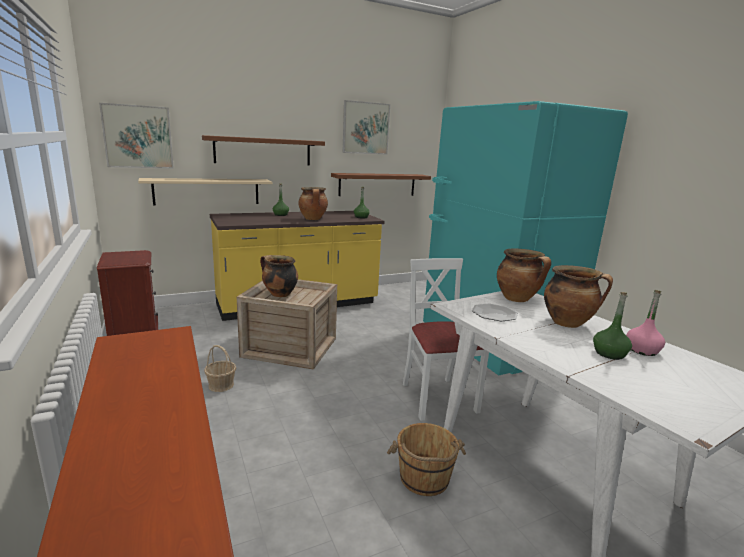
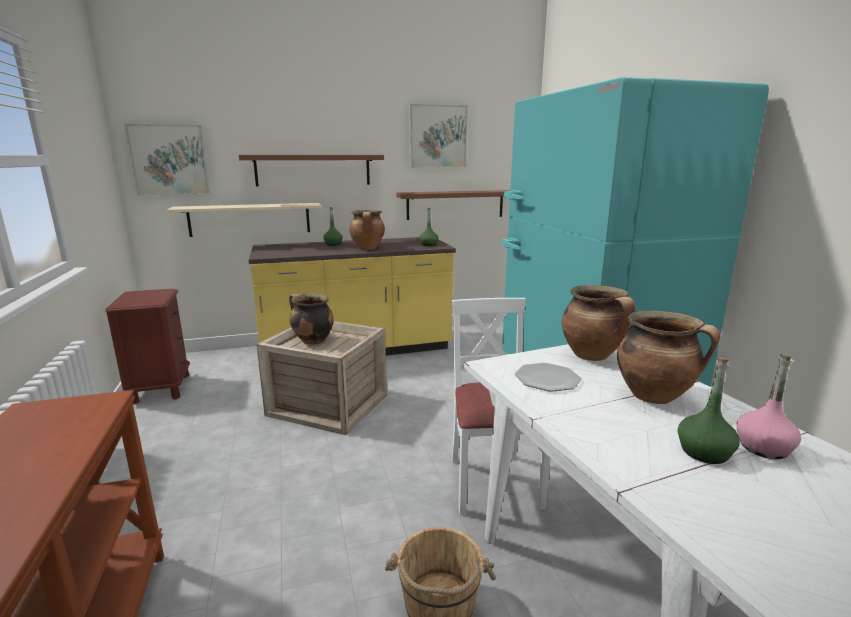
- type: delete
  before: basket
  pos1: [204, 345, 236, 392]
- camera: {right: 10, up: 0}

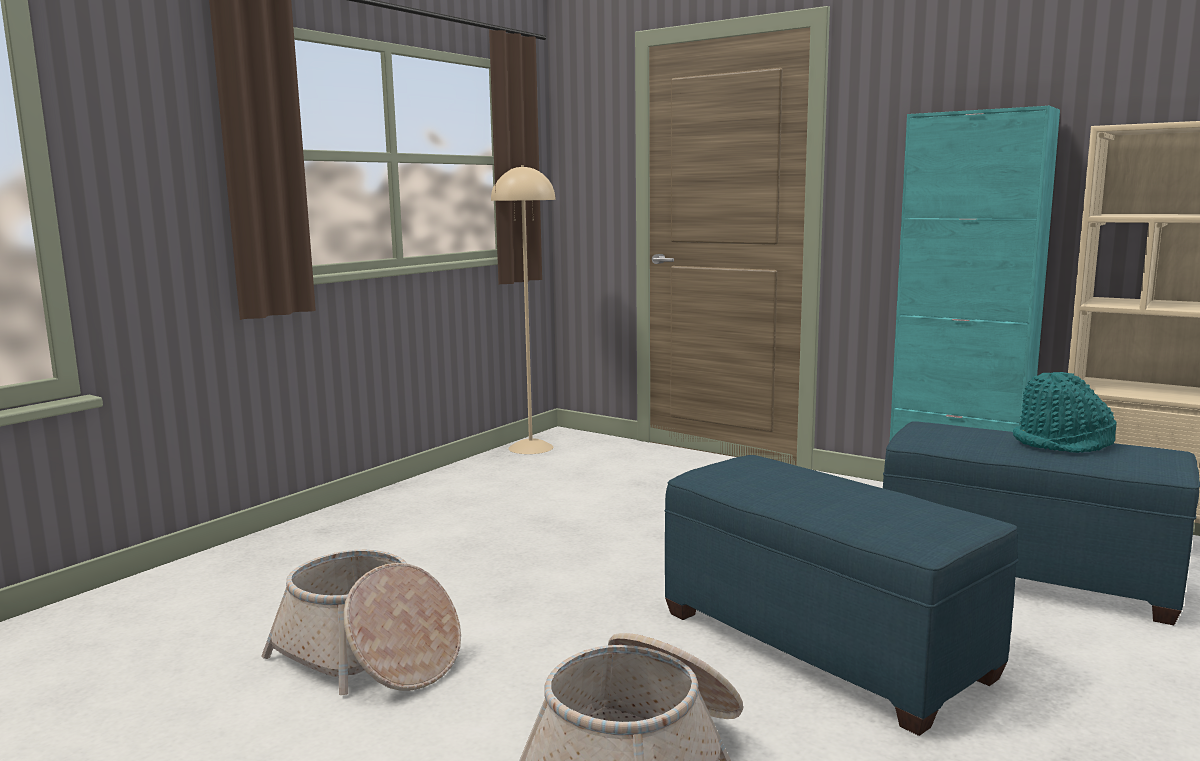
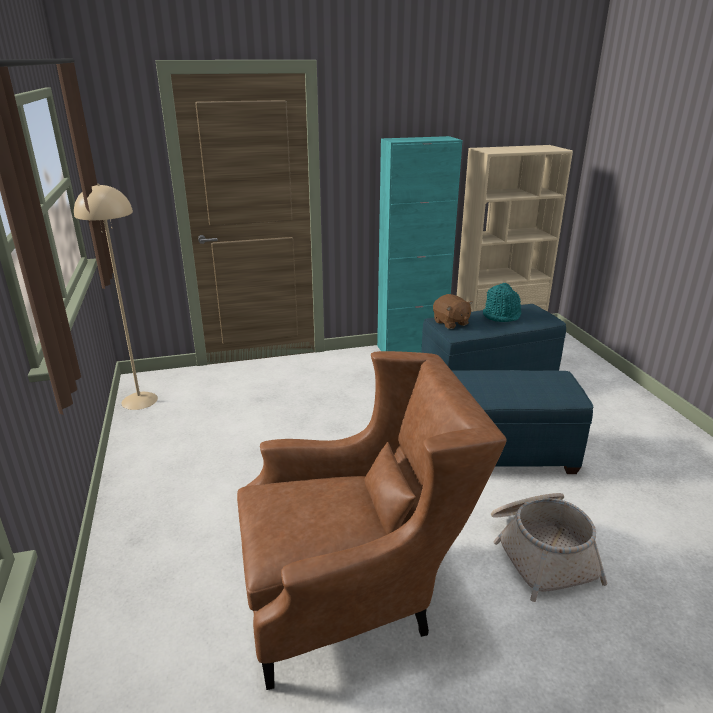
- type: insert
  after: brown plush toy
  pos2: [433, 294, 473, 329]
- type: replace
  before: basket
  after: brown armchair
  pos1: [261, 550, 461, 695]
  pos2: [237, 351, 507, 690]
- camera: {right: -50, up: 15}

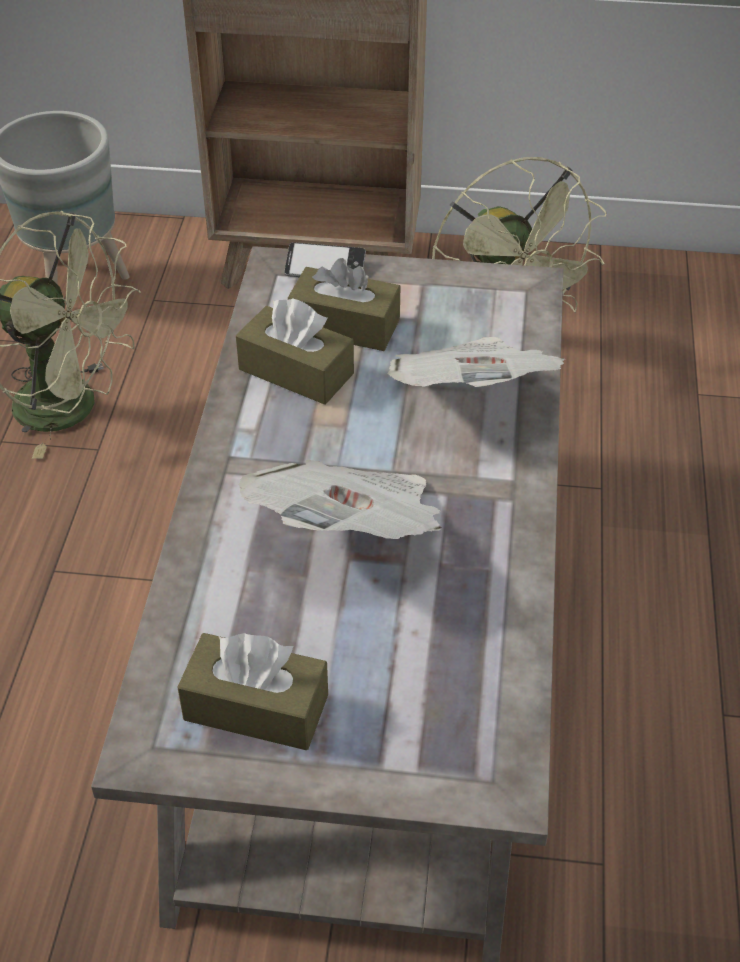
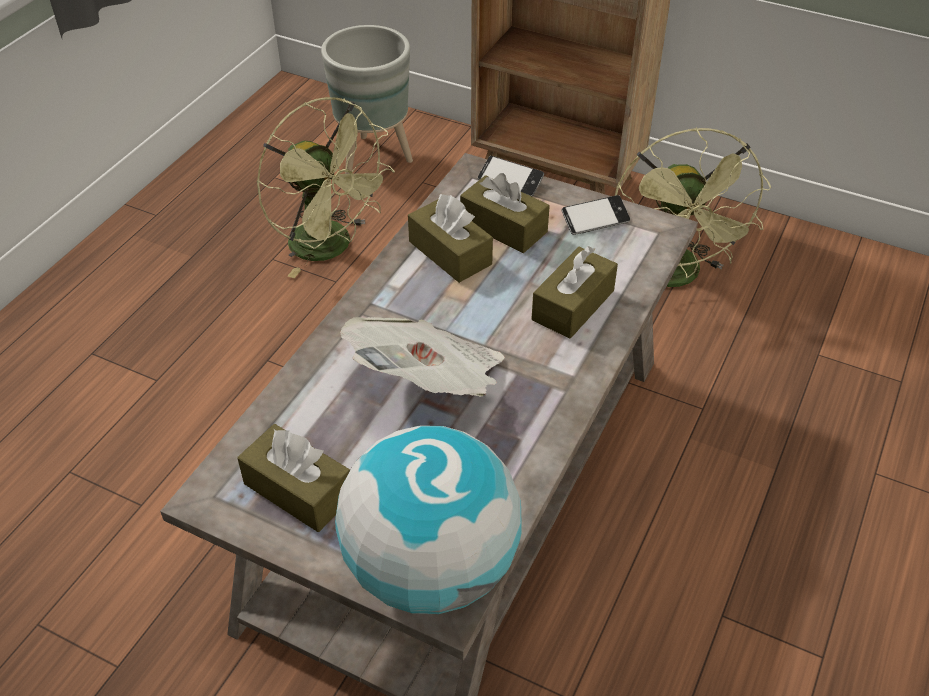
- type: insert
  after: globe
  pos2: [335, 426, 522, 614]
- type: insert
  after: phone
  pos2: [561, 195, 630, 235]
- type: replace
  before: newspaper
  after: brown tissue box
  pos1: [388, 337, 565, 387]
  pos2: [531, 246, 618, 339]
- camera: {right: 20, up: 0}

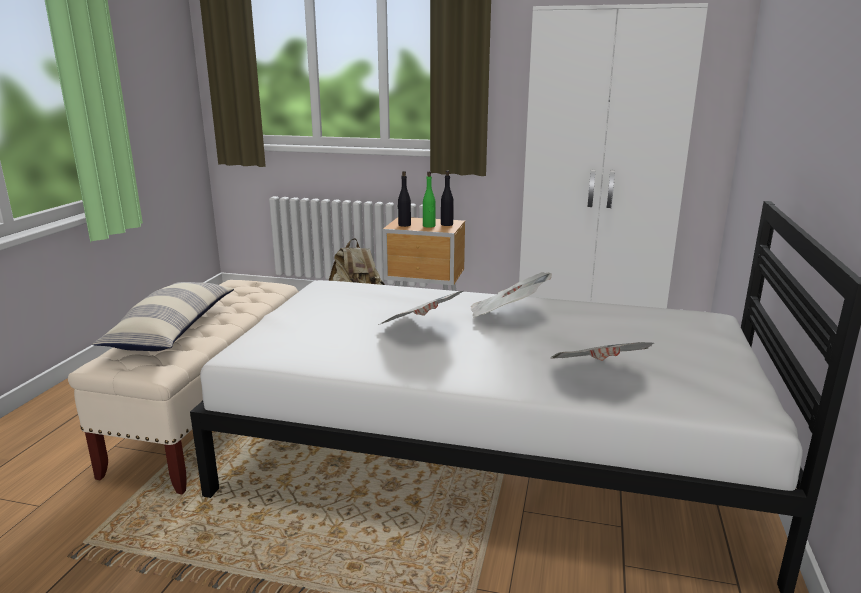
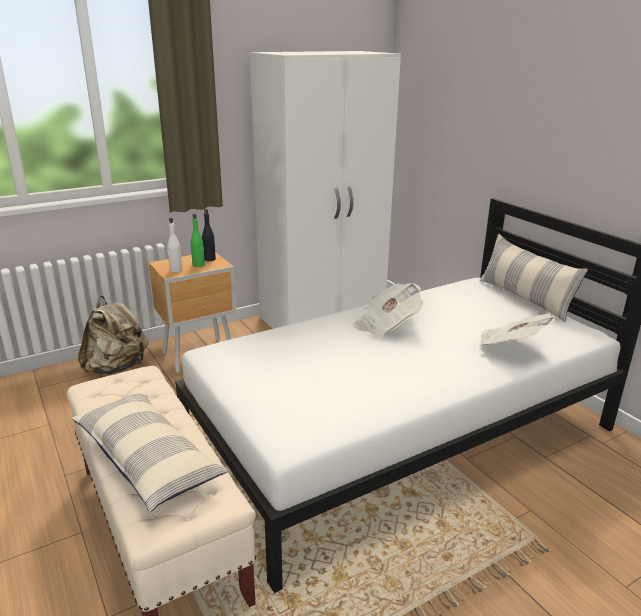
- type: delete
  before: newspaper
  pos1: [378, 291, 464, 325]
- type: insert
  after: pillow
  pos2: [479, 234, 588, 322]
- type: recolor
  before: black bottle
  after: white bottle
  pos1: [398, 171, 411, 227]
  pos2: [167, 218, 182, 272]
- camera: {right: -45, up: 5}

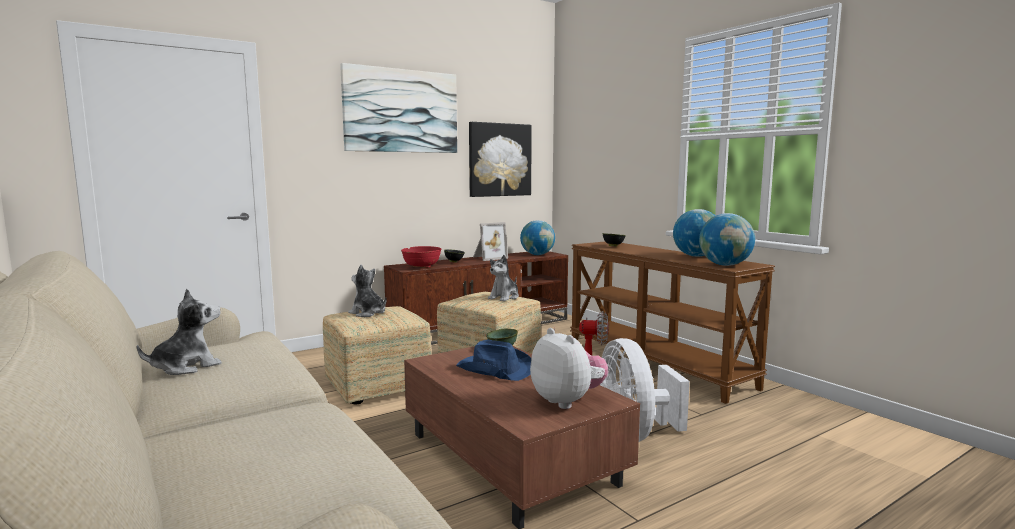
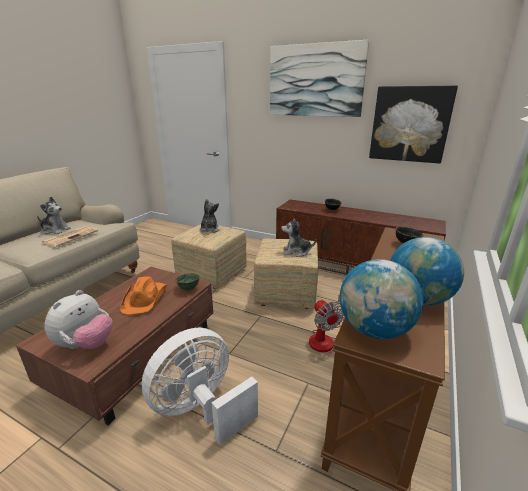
- type: delete
  before: red bowl
  pos1: [401, 246, 442, 268]
- type: delete
  before: picture frame
  pos1: [473, 222, 508, 261]
- type: delete
  before: globe
  pos1: [520, 220, 555, 255]
- type: insert
  after: newspaper
  pos2: [42, 226, 98, 247]
- type: recolor
  before: blue hat
  after: orange hat
  pos1: [456, 340, 531, 381]
  pos2: [120, 277, 167, 314]
- camera: {right: 60, up: 15}

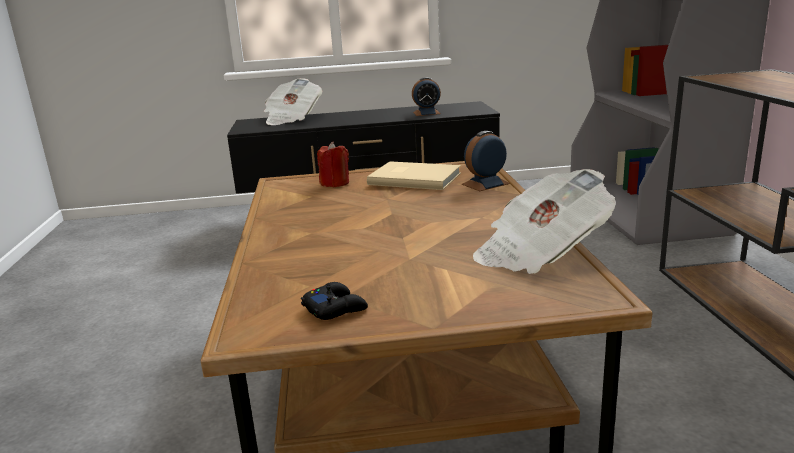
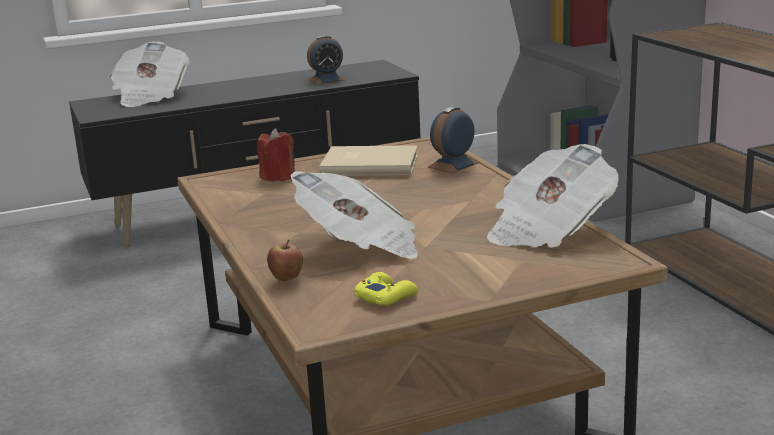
- type: insert
  after: apple
  pos2: [267, 239, 303, 282]
- type: insert
  after: newspaper
  pos2: [290, 171, 417, 259]
- type: recolor
  before: black game controller
  after: yellow game controller
  pos1: [301, 282, 368, 320]
  pos2: [354, 272, 418, 306]
- camera: {right: -15, up: 0}

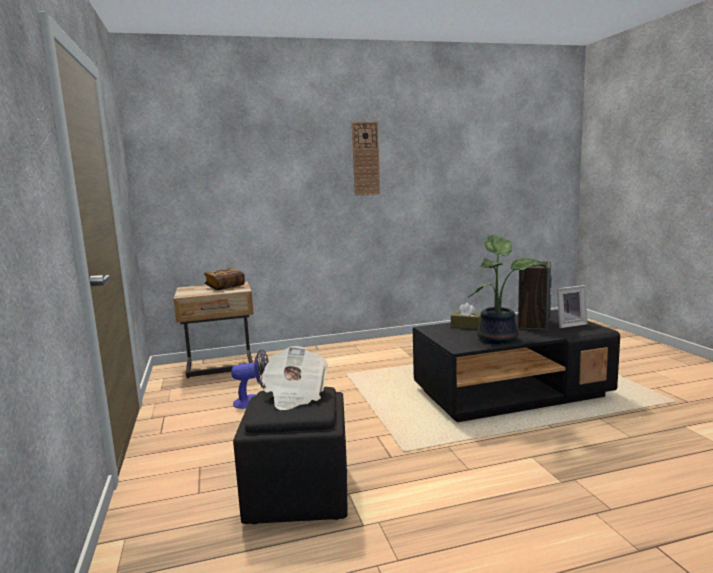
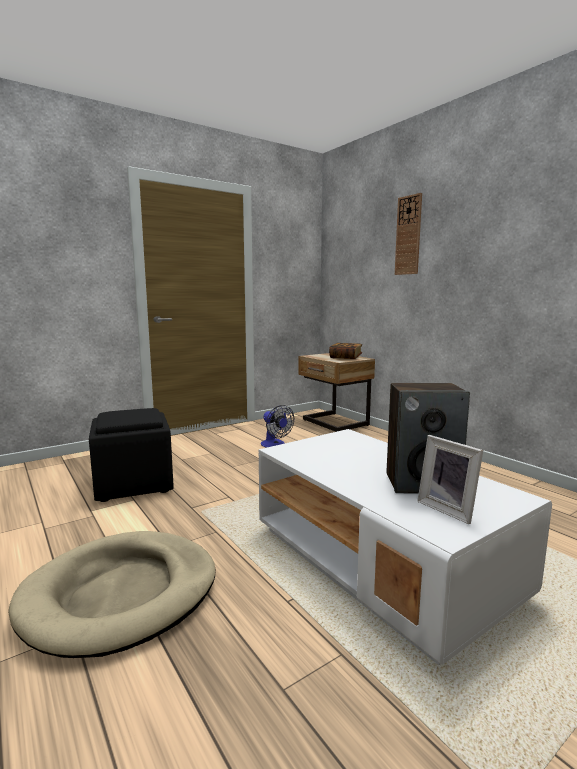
- type: delete
  before: newspaper
  pos1: [261, 346, 328, 410]
- type: delete
  before: brown tissue box
  pos1: [451, 303, 481, 329]
- type: delete
  before: potted plant
  pos1: [467, 235, 547, 344]
- type: insert
  after: beige dog bed
  pos2: [8, 531, 216, 658]
- type: move
  before: wall clock
  pos1: [352, 122, 380, 196]
  pos2: [395, 193, 422, 275]
- type: recolor
  before: black coffee table
  after: white coffee table
  pos1: [413, 310, 620, 422]
  pos2: [259, 429, 552, 665]
- camera: {right: 70, up: 0}

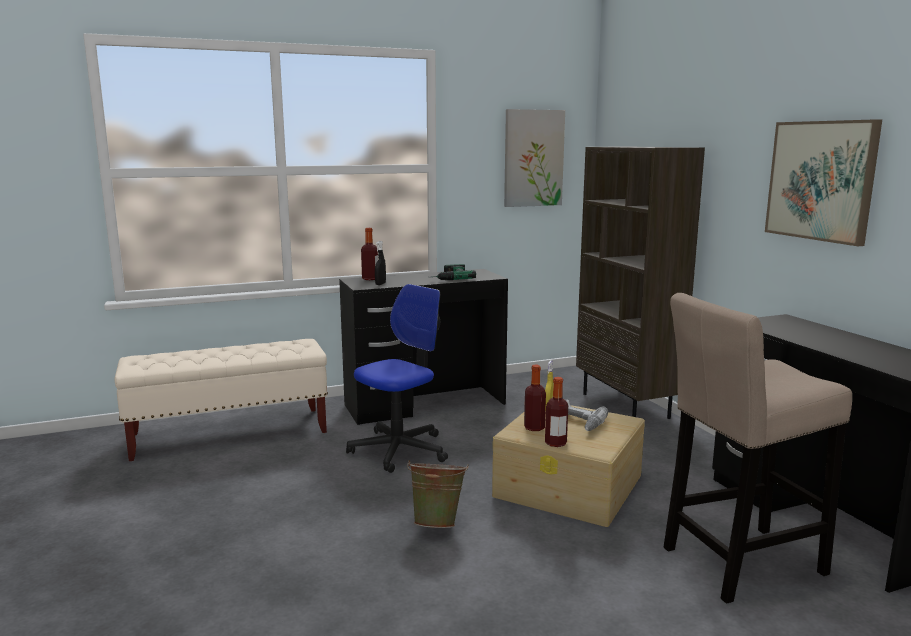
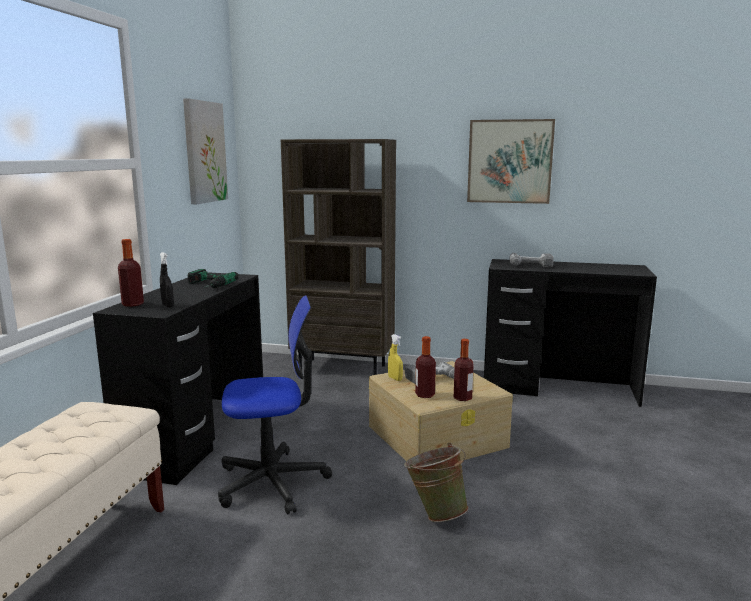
- type: delete
  before: beige stool
  pos1: [664, 293, 852, 604]
- type: insert
  after: power drill
  pos2: [510, 253, 554, 267]
- type: rotate
  before: office chair
  pos1: [346, 284, 448, 473]
  pos2: [218, 295, 332, 515]
  turn: 90
- camera: {right: -55, up: 0}

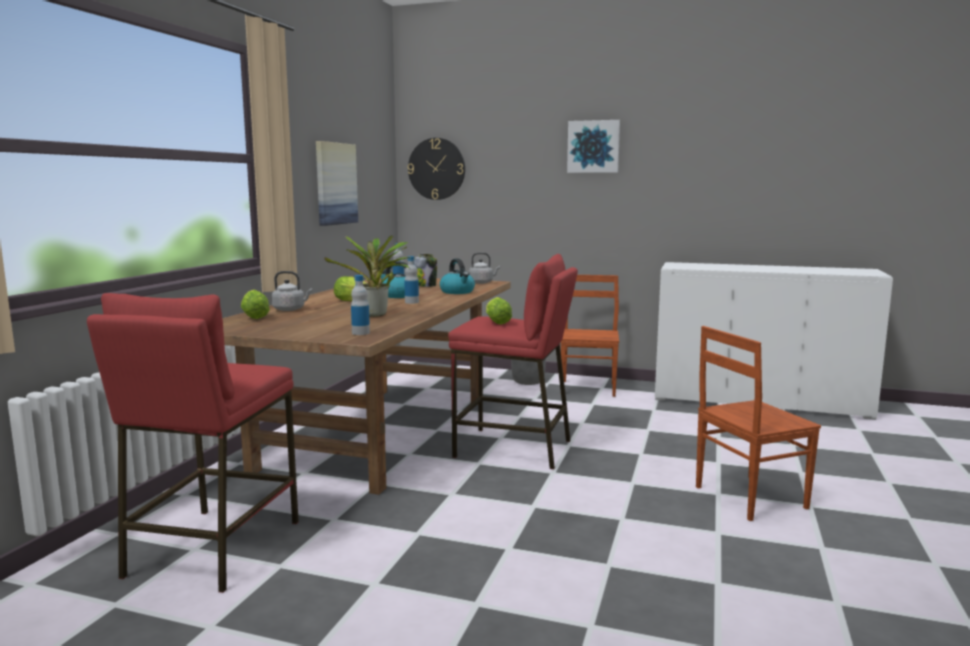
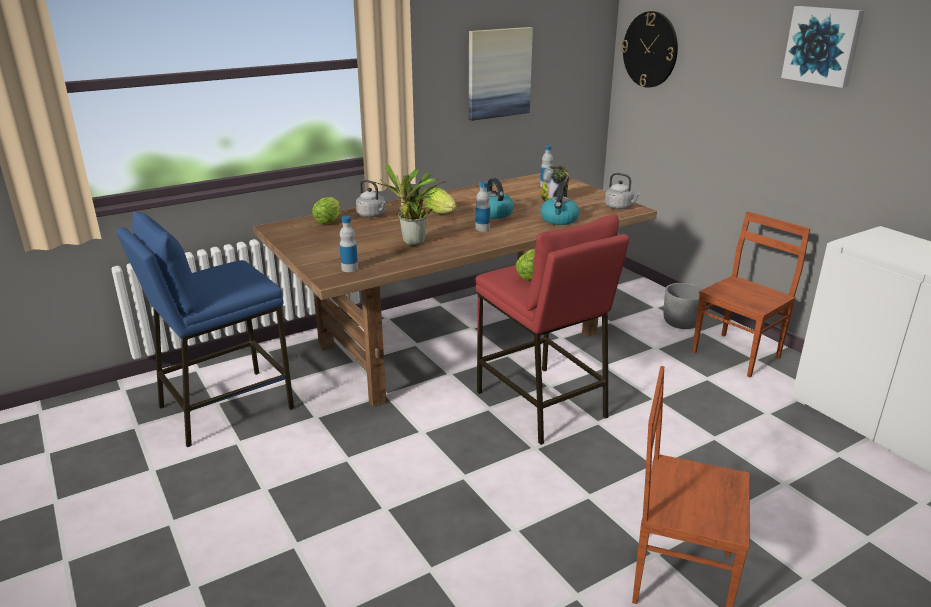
- type: recolor
  before: red stool
  after: blue stool
  pos1: [87, 293, 299, 593]
  pos2: [116, 211, 294, 447]
- camera: {right: 40, up: 15}

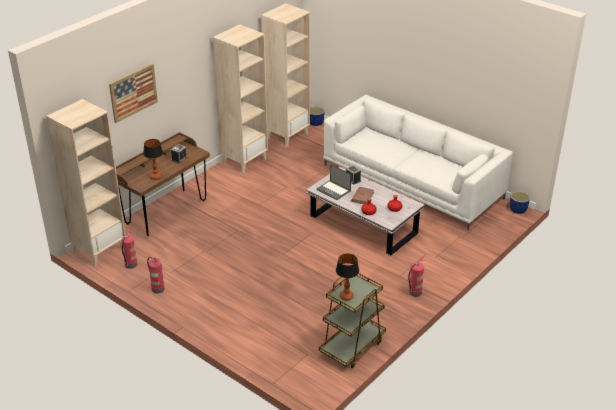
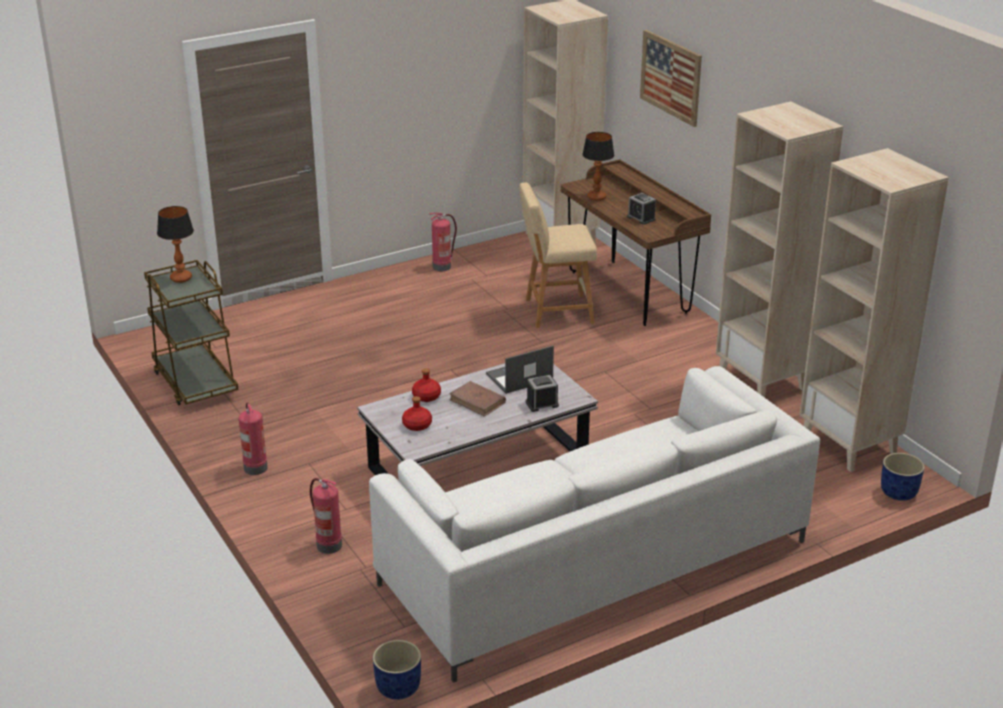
- type: insert
  after: beige stool
  pos2: [519, 183, 597, 328]
- type: move
  before: fire extinguisher
  pos1: [121, 228, 137, 269]
  pos2: [310, 478, 342, 554]
- camera: {right: 110, up: -5}

